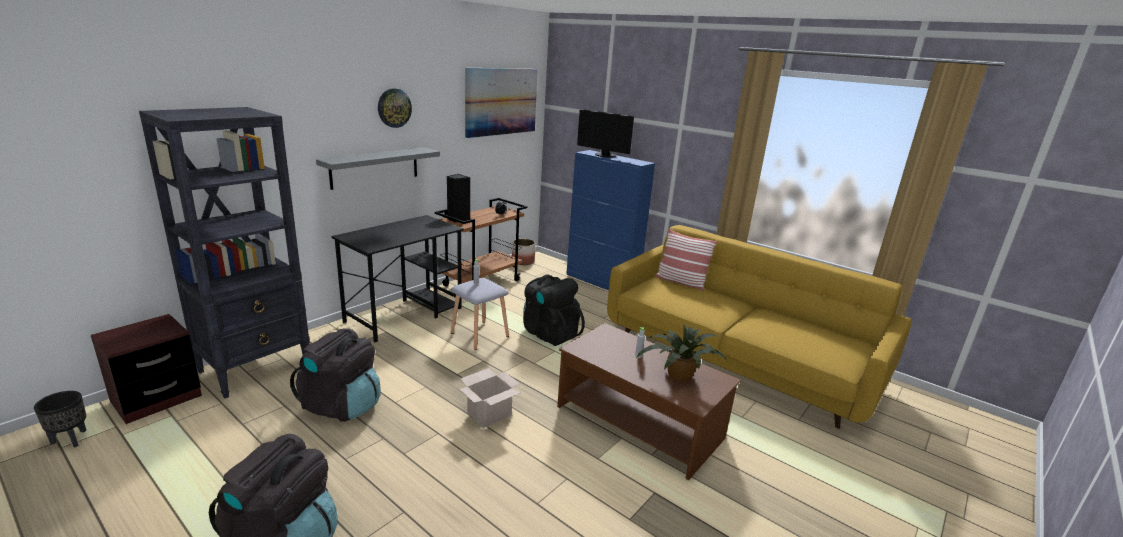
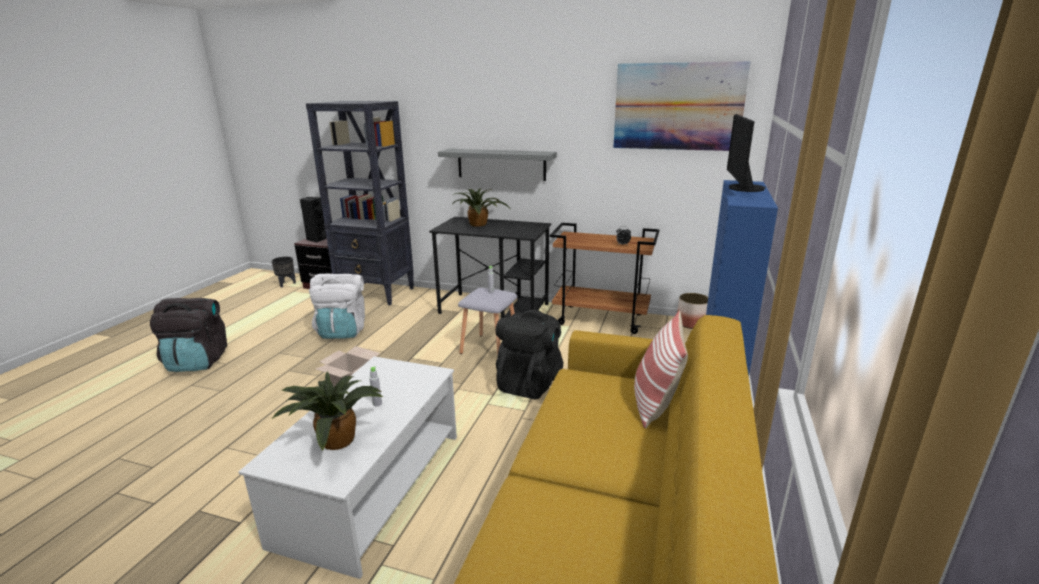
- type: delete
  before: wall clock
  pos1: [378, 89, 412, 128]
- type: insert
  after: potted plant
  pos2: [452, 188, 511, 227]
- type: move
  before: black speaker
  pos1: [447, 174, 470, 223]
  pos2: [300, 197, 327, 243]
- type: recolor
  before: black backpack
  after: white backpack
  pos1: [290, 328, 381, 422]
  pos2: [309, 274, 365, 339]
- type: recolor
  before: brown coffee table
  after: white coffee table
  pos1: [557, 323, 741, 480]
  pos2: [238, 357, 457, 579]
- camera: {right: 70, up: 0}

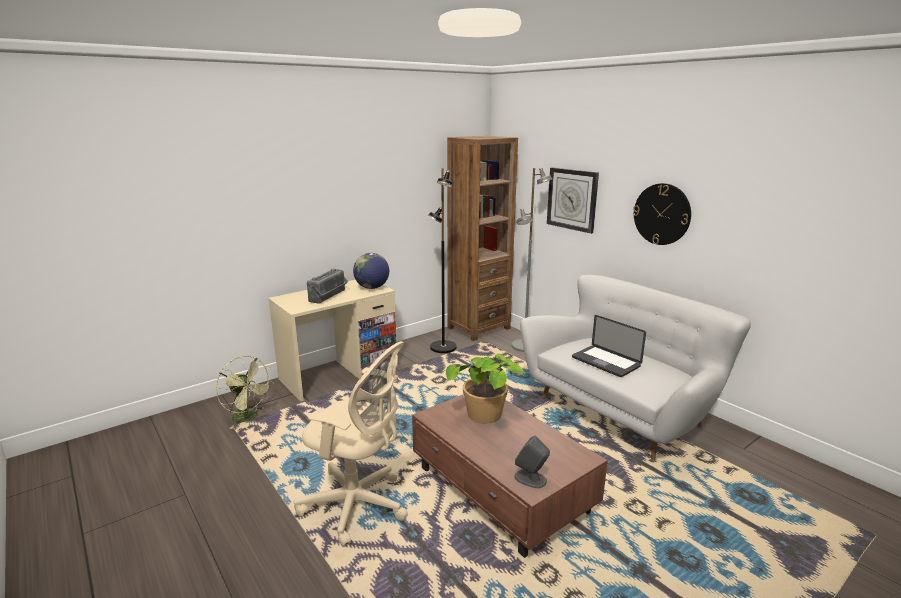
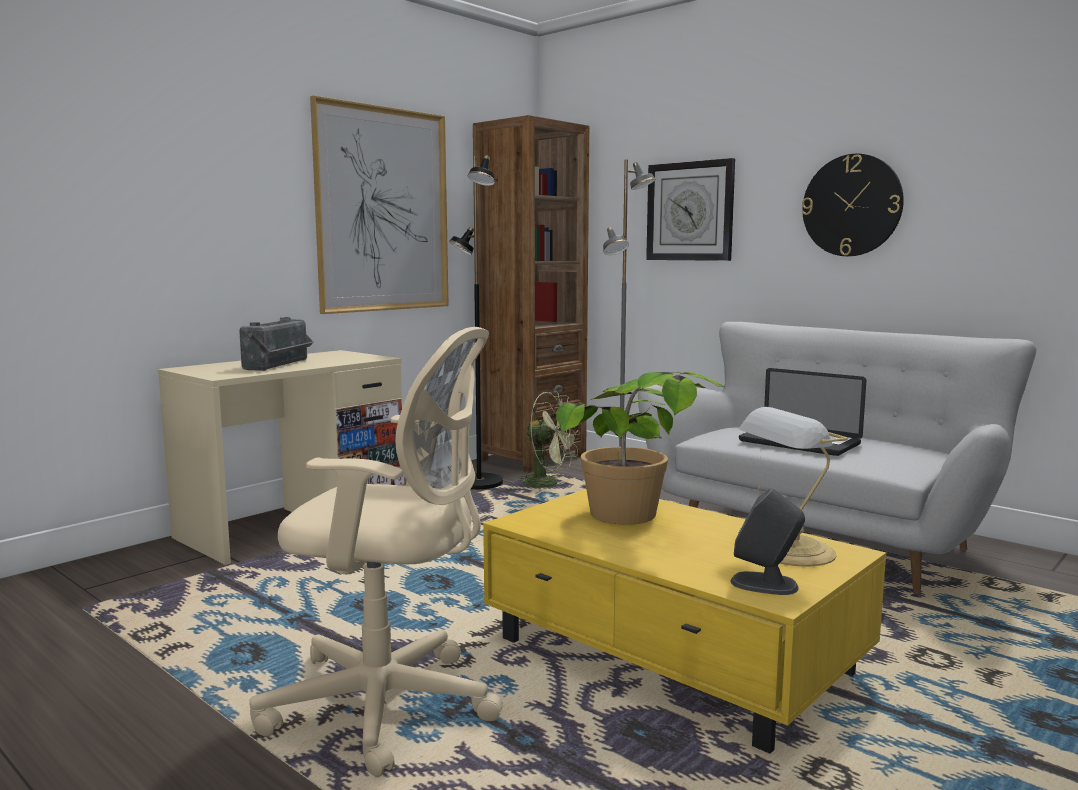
- type: delete
  before: globe
  pos1: [353, 253, 389, 289]
- type: insert
  after: picture
  pos2: [310, 95, 449, 314]
- type: insert
  after: table lamp
  pos2: [739, 407, 848, 566]
- type: move
  before: green fan
  pos1: [216, 356, 274, 429]
  pos2: [519, 391, 580, 492]
- type: recolor
  before: brown coffee table
  after: yellow coffee table
  pos1: [412, 394, 608, 558]
  pos2: [483, 489, 886, 754]
- camera: {right: -10, up: -10}

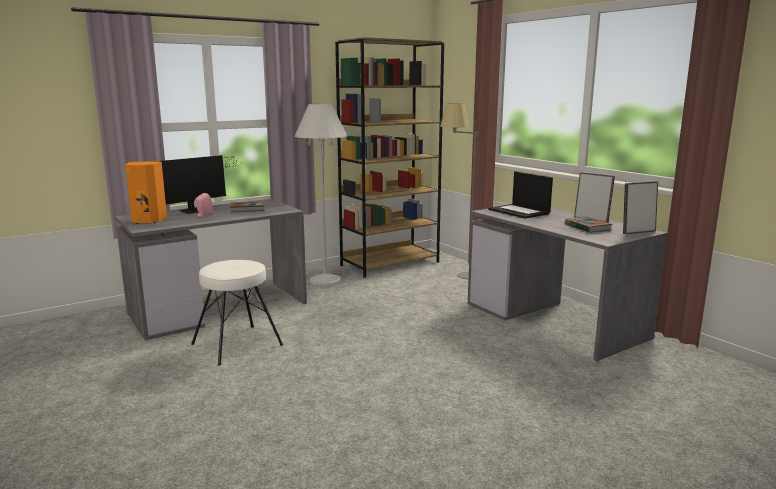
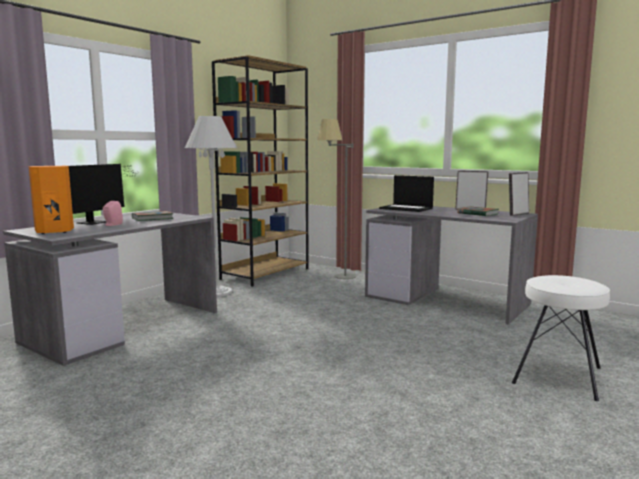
- type: move
  before: white stool
  pos1: [191, 260, 283, 366]
  pos2: [512, 275, 610, 401]
- camera: {right: -20, up: -5}

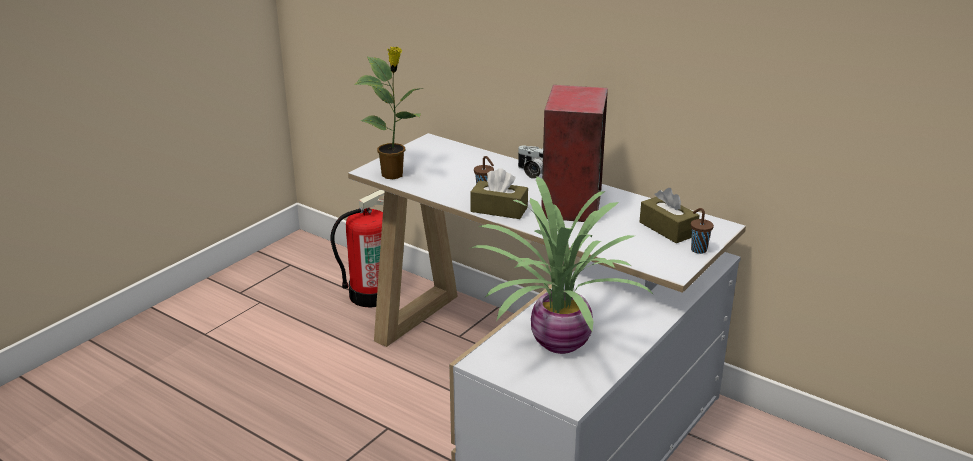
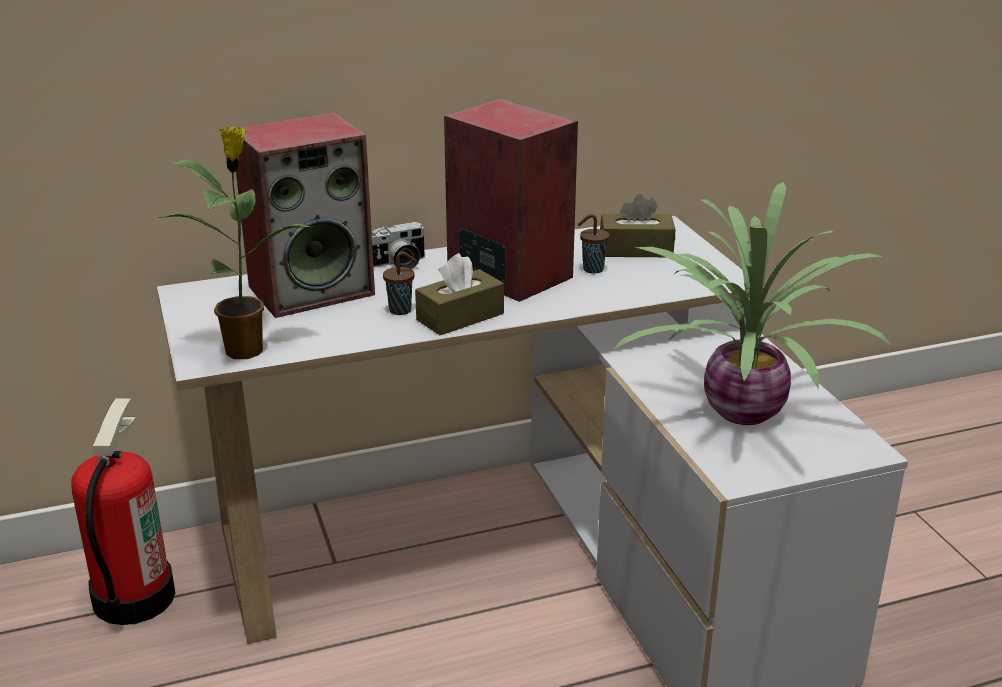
- type: insert
  after: speaker
  pos2: [236, 112, 375, 318]
- type: move
  before: brown cup
  pos1: [691, 208, 714, 254]
  pos2: [577, 214, 610, 274]
- camera: {right: -55, up: 0}

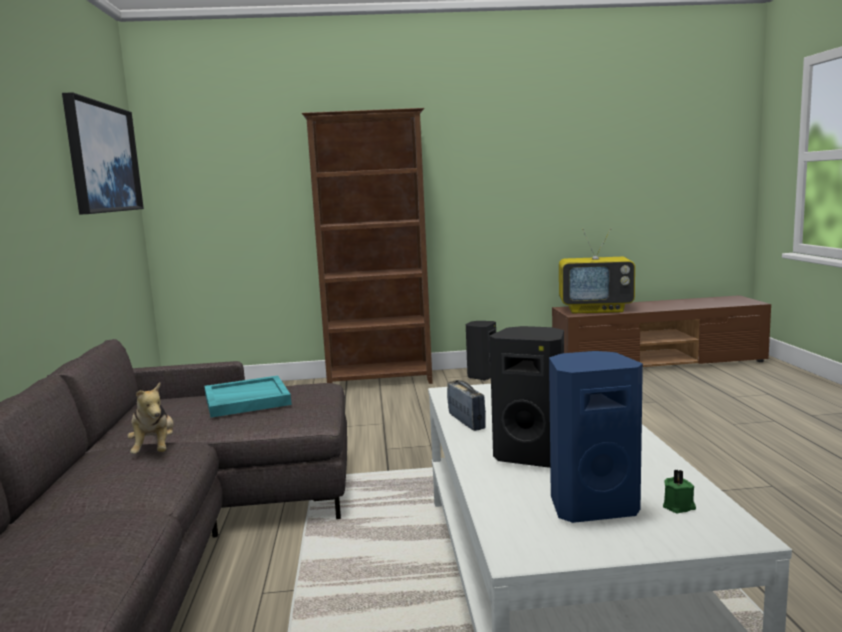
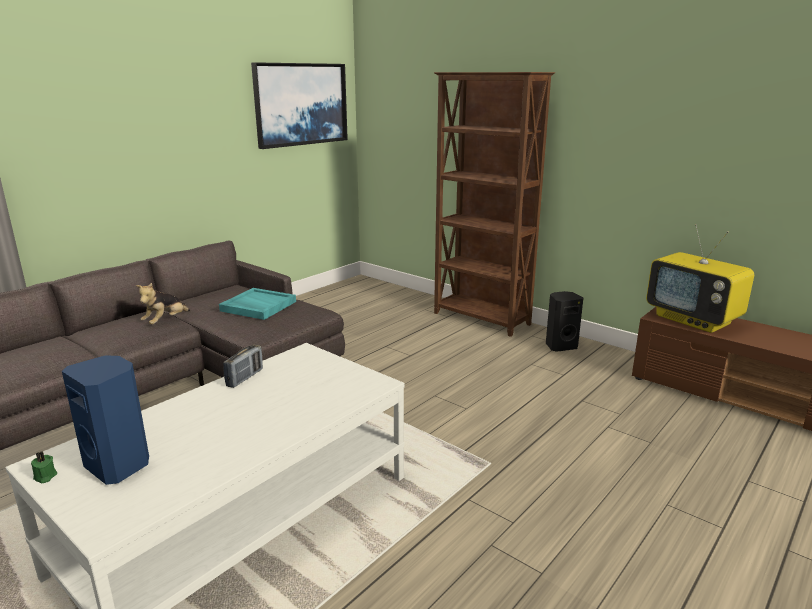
- type: delete
  before: black speaker
  pos1: [490, 326, 564, 468]
- type: move
  before: green candle
  pos1: [663, 470, 696, 513]
  pos2: [31, 451, 57, 483]
- camera: {right: 45, up: 10}

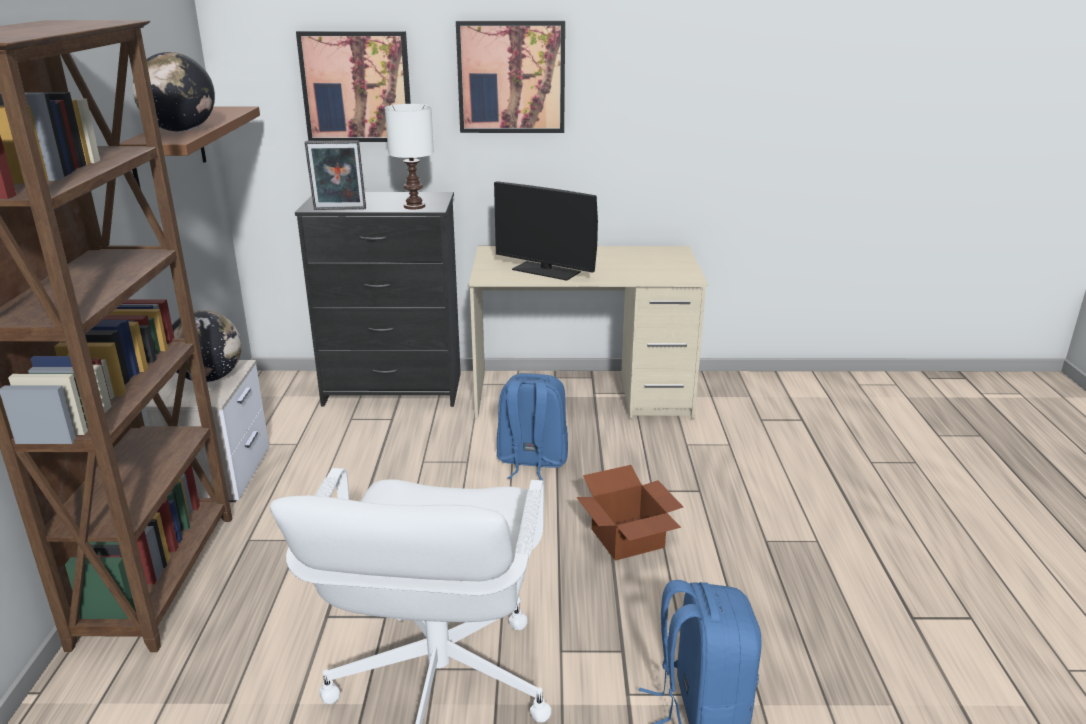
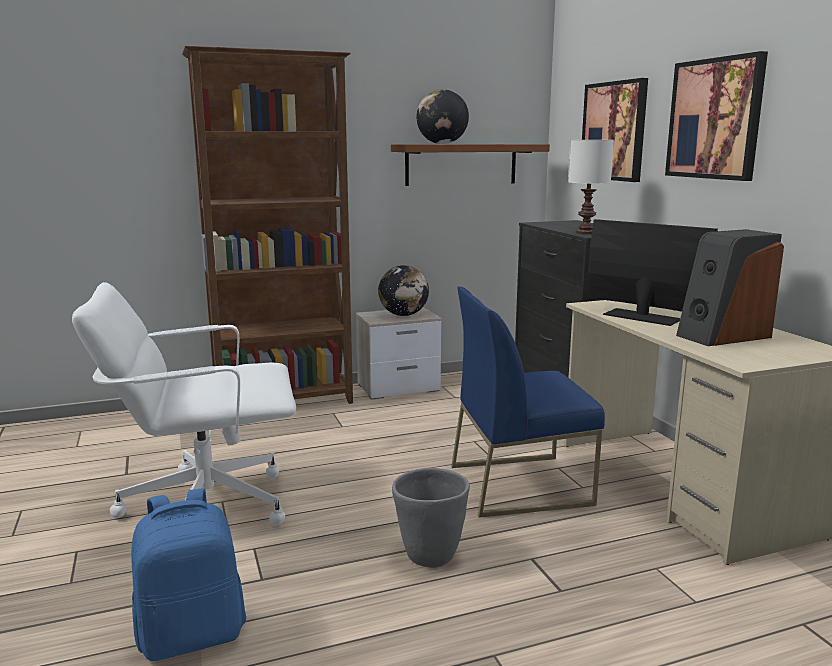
- type: delete
  before: picture frame
  pos1: [304, 140, 366, 210]
- type: insert
  after: speaker
  pos2: [676, 229, 784, 346]
- type: replace
  before: blue backpack
  after: blue chair
  pos1: [497, 373, 568, 480]
  pos2: [451, 287, 605, 518]
- type: replace
  before: cardboard box
  after: grey planter
  pos1: [577, 465, 683, 561]
  pos2: [392, 468, 470, 568]
- type: rotate
  before: monitor
  pos1: [494, 181, 598, 281]
  pos2: [588, 219, 718, 326]
  turn: 120
- camera: {right: 70, up: -10}

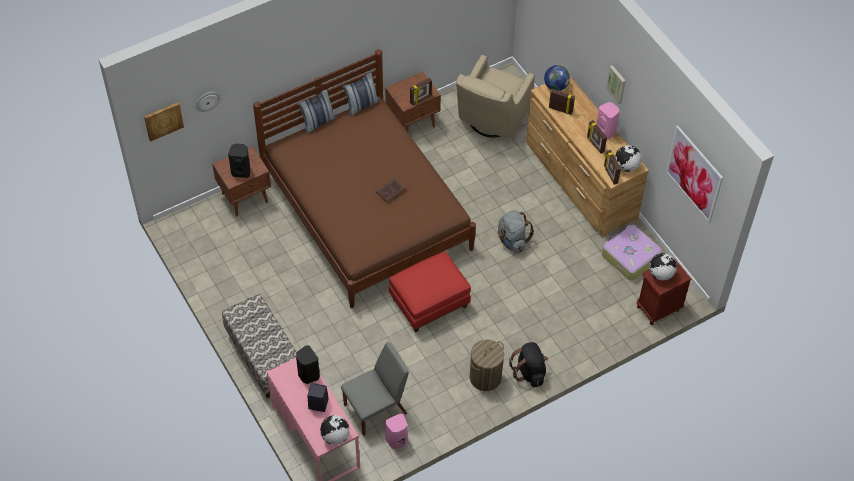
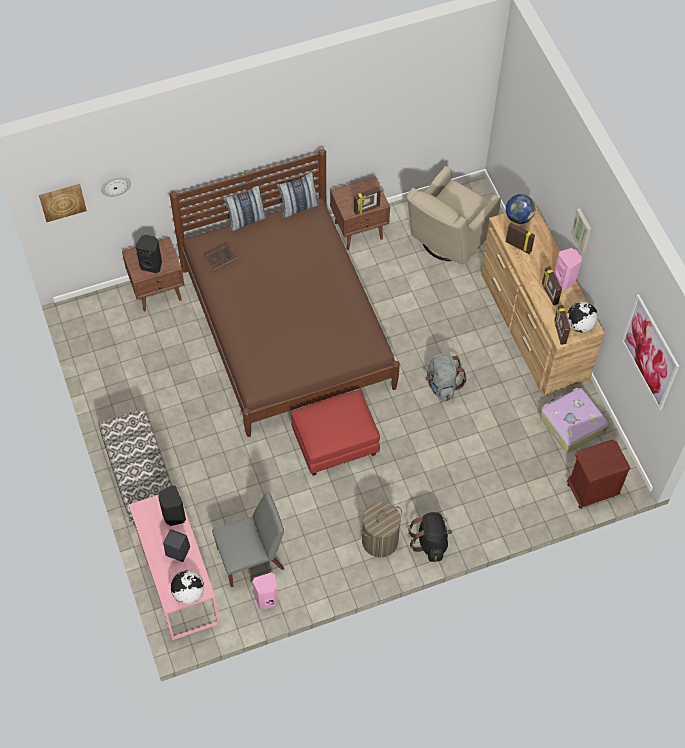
- type: delete
  before: globe
  pos1: [649, 253, 677, 281]
- type: move
  before: brown book
  pos1: [376, 178, 406, 204]
  pos2: [204, 244, 237, 271]
- camera: {right: 10, up: 5}

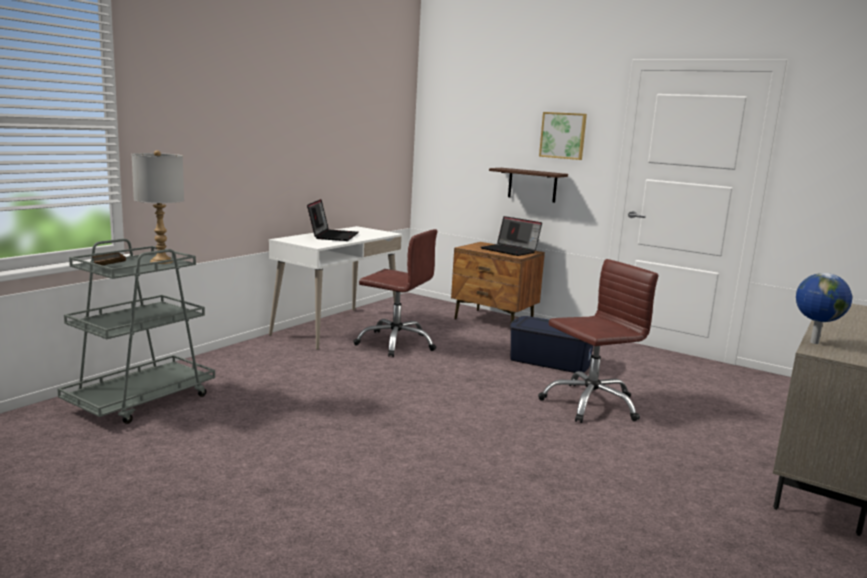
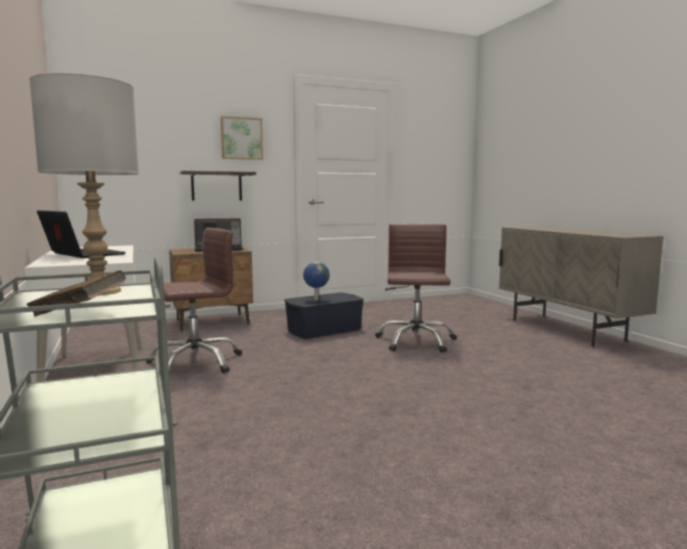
- type: move
  before: globe
  pos1: [796, 273, 852, 344]
  pos2: [303, 262, 330, 300]
- camera: {right: -55, up: -5}

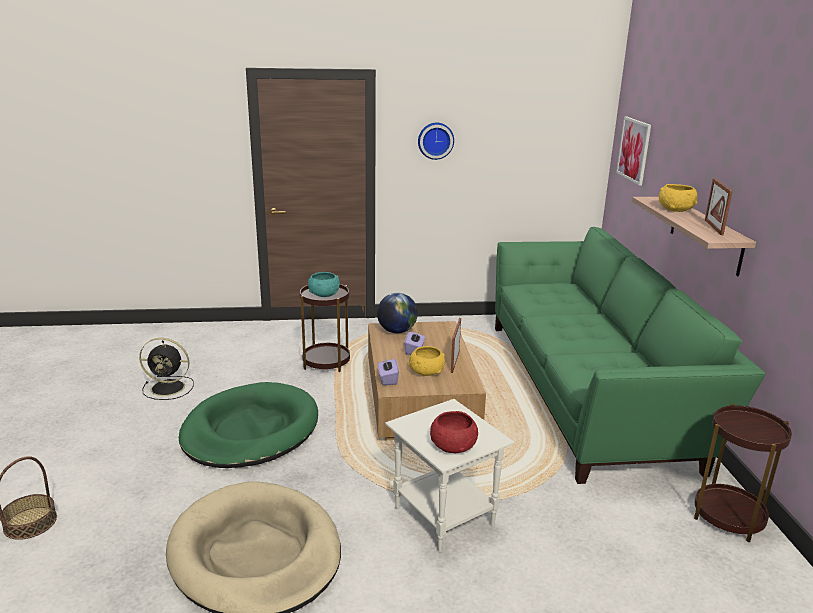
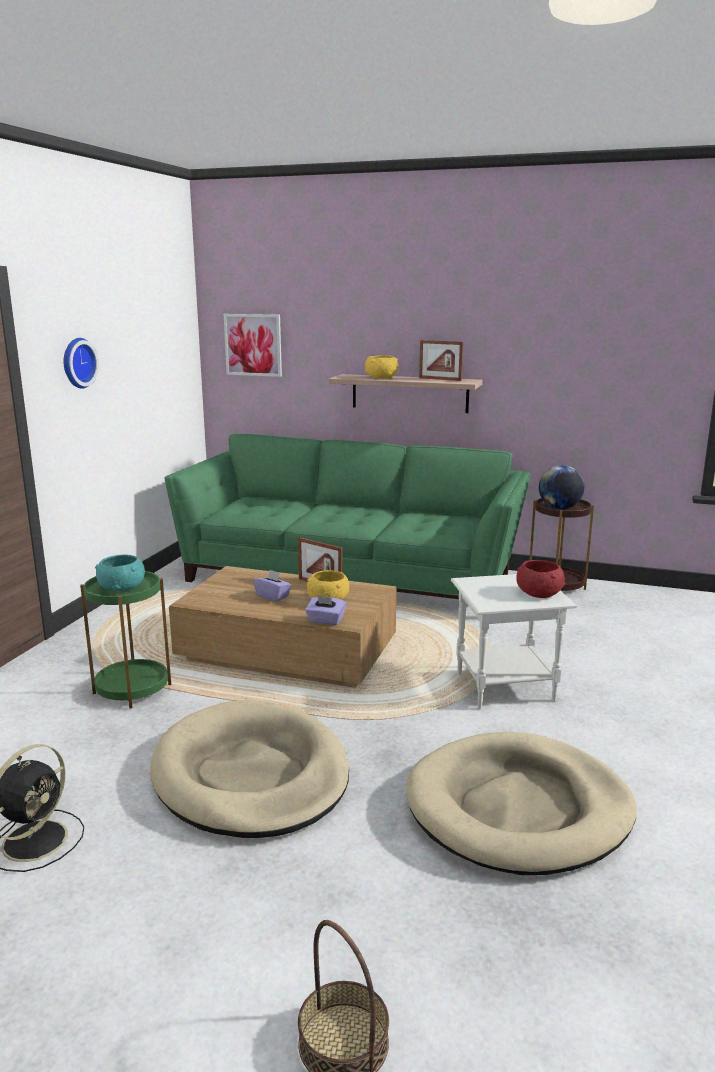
- type: move
  before: globe
  pos1: [377, 293, 418, 333]
  pos2: [539, 465, 585, 509]
- type: recolor
  before: green dog bed
  after: beige dog bed
  pos1: [179, 382, 318, 468]
  pos2: [150, 700, 349, 838]
- type: recolor
  before: brown side table
  after: green side table
  pos1: [300, 284, 350, 372]
  pos2: [80, 571, 171, 709]
- camera: {right: -65, up: -5}

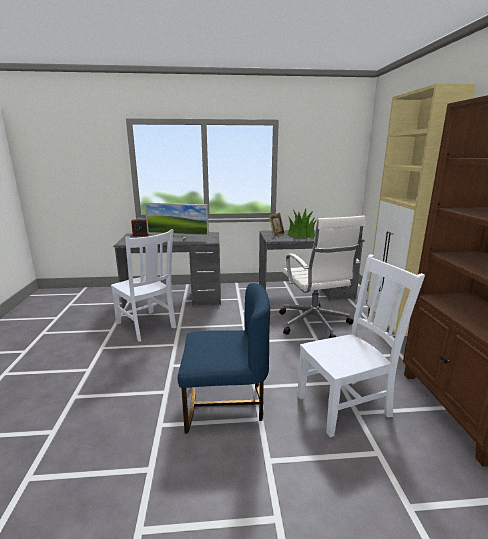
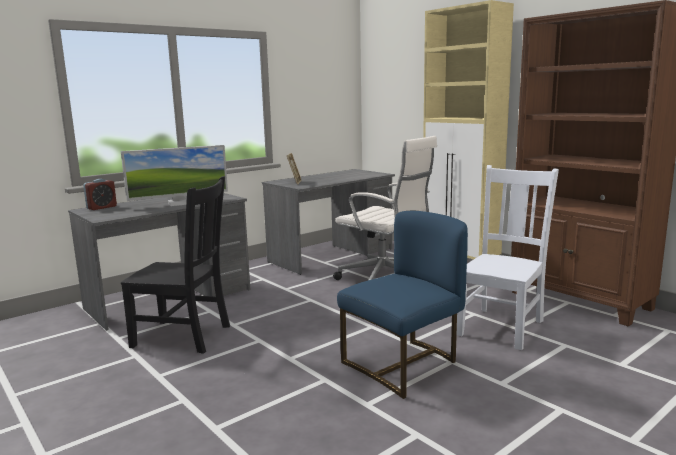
- type: delete
  before: potted plant
  pos1: [287, 209, 317, 238]
- type: recolor
  before: white chair
  after: black chair
  pos1: [111, 229, 176, 342]
  pos2: [121, 176, 230, 354]
- camera: {right: -35, up: -5}

